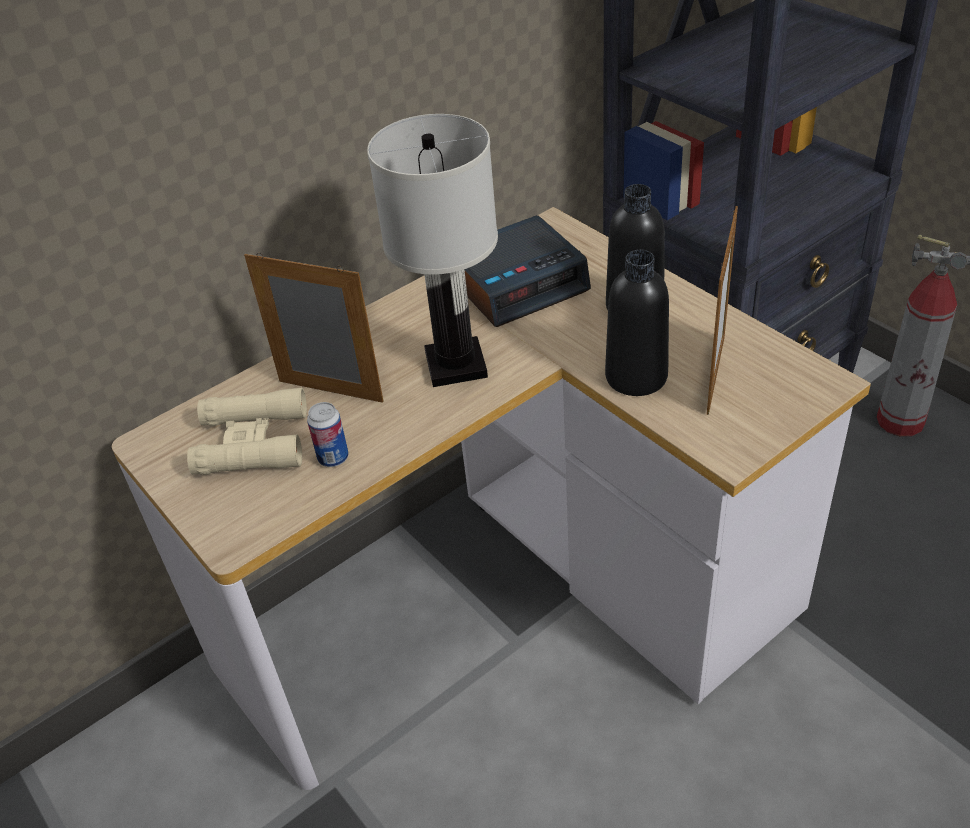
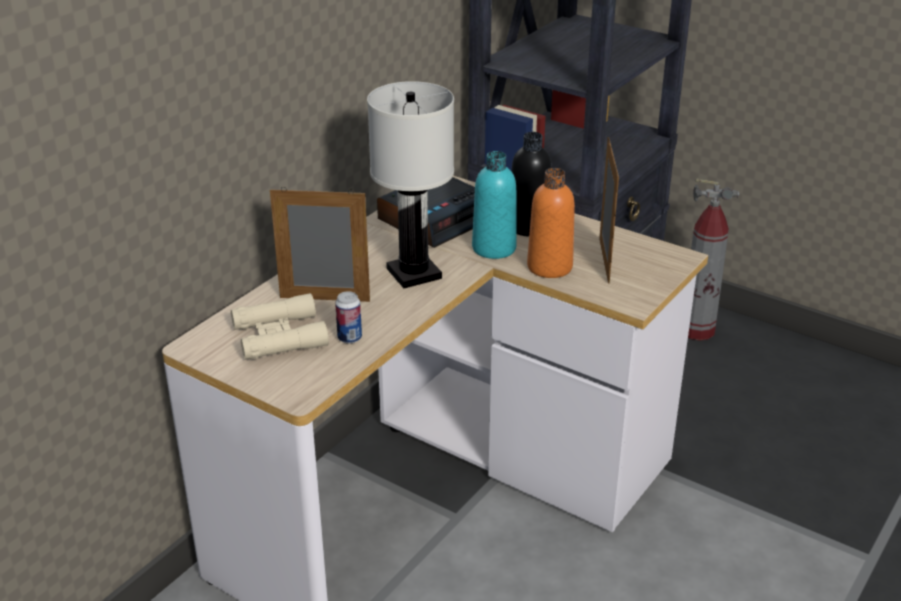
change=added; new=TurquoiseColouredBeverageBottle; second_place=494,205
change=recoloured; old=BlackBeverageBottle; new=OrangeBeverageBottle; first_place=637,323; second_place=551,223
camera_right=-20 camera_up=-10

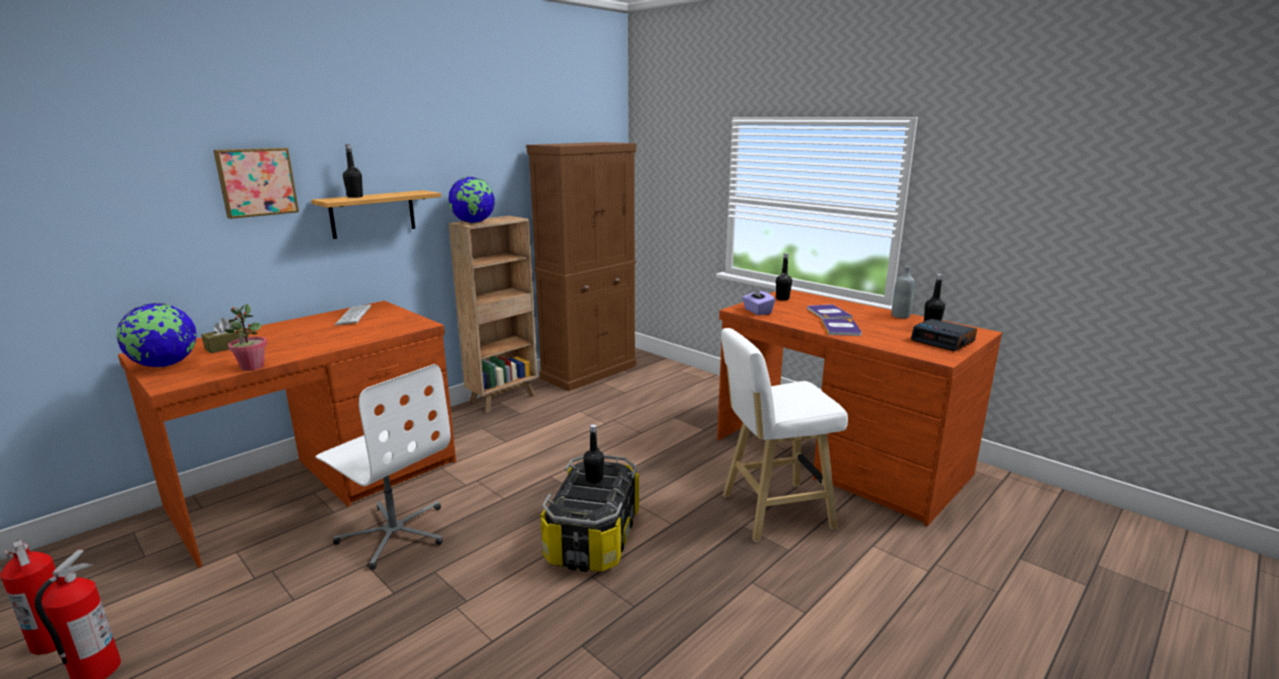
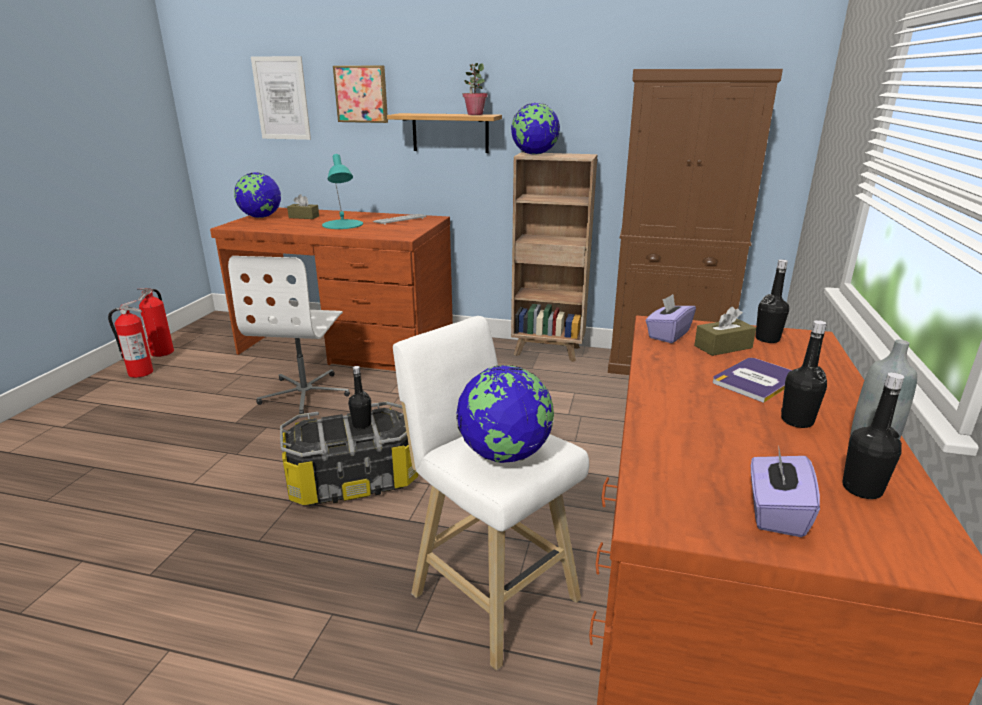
change=added; new=Picture; second_place=281,98
change=added; new=TurquoiseColouredTableLamp; second_place=342,191
change=added; new=WorldGlobe; second_place=505,414
change=moved; old=Houseplant; first_place=246,337; second_place=475,89
change=added; new=BrownColouredTissueBox; second_place=725,331
change=replaced; old=TableClock; new=PurpleTissueBox; first_place=944,335; second_place=785,491
change=moved; old=BlackBeverageBottle; first_place=353,171; second_place=804,374
change=removed; old=Volume; first_place=841,327
camera_right=60 camera_up=5

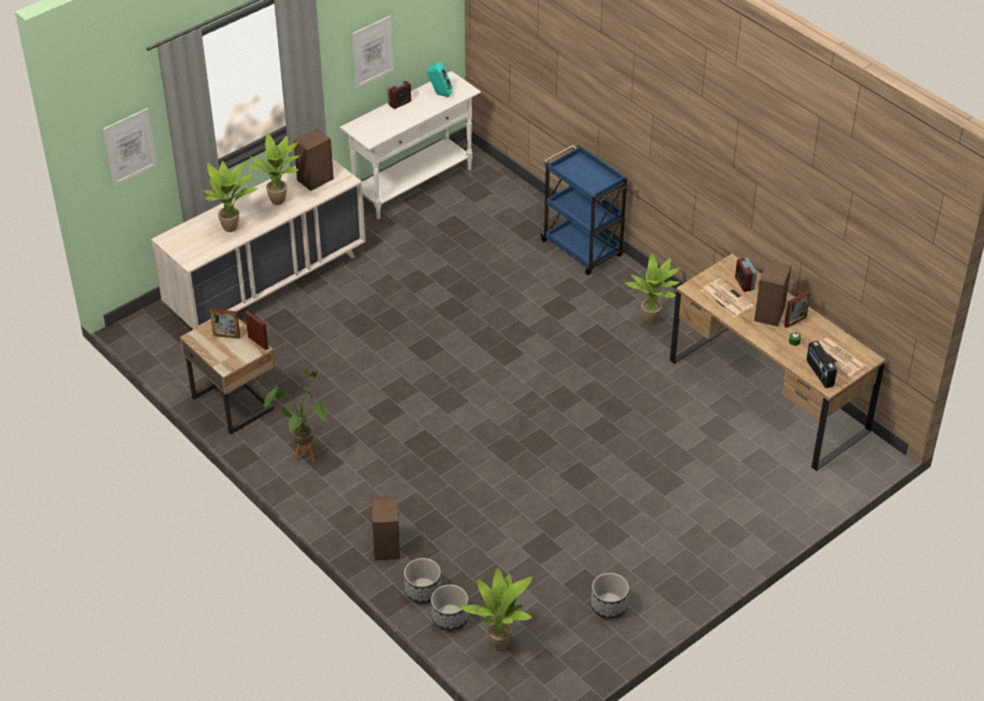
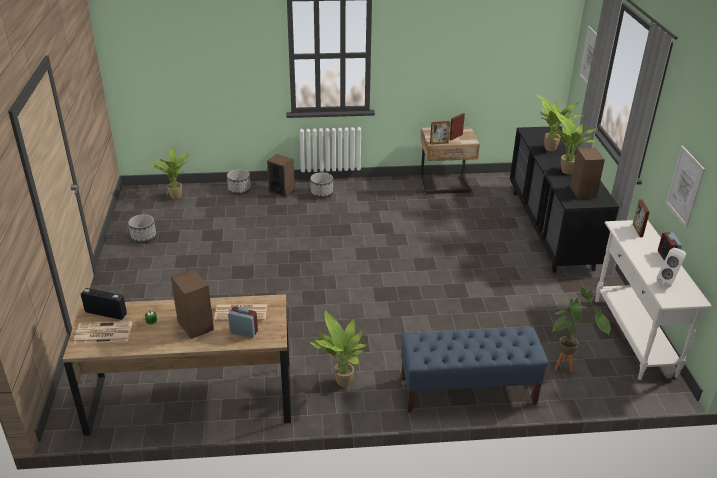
change=moved; old=Planter; first_place=449,607; second_place=321,185
change=replaced; old=BlueColouredWheeledCart; new=BlueColouredIndoorBench; first_place=585,210; second_place=475,370
change=recoloured; old=BeigeChestOfDrawers; new=BlackChestOfDrawers; first_place=258,244; second_place=564,199
change=moved; old=Houseplant; first_place=295,415; second_place=581,330
change=moved; old=StandingFrame; first_place=797,309; second_place=641,218
change=recoloured; old=TurquoiseColouredLoudspeaker; new=WhiteColouredLoudspeaker; first_place=440,79; second_place=671,267
camera_right=125 camera_up=-10

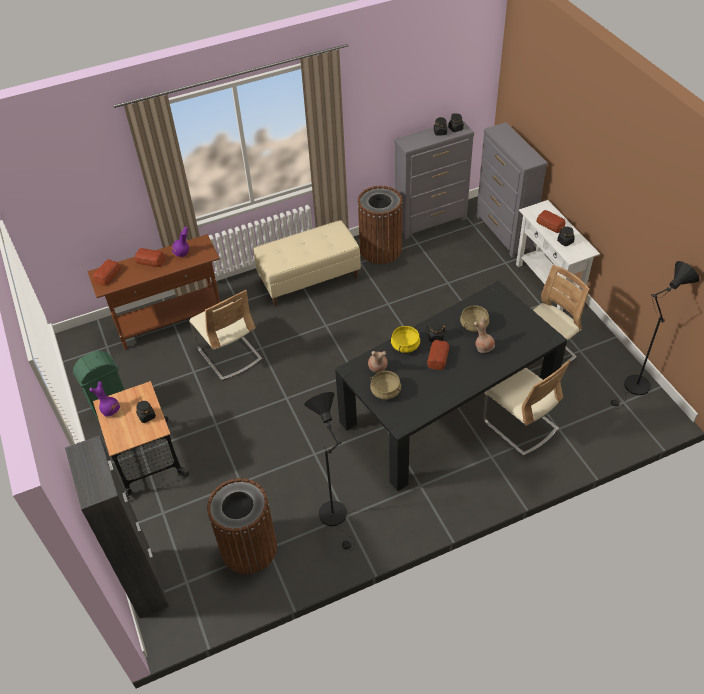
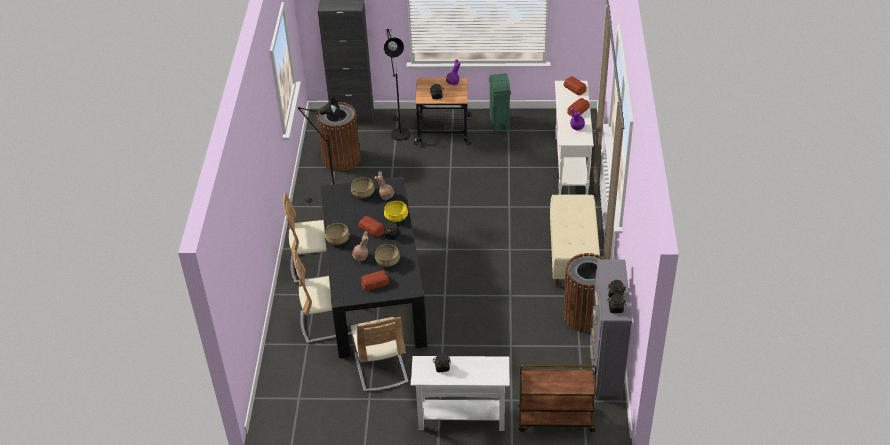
change=moved; old=BeigeChair; first_place=225,335; second_place=305,237
change=added; new=BeigeSaucepot; second_place=337,234
change=moved; old=BakeryBread; first_place=551,221; second_place=375,280
change=moved; old=BlackFloorLamp; first_place=655,333; second_place=397,85
change=replaced; old=GrayChestOfDrawers; new=BrownColouredWheeledCart; first_place=511,190; second_place=557,398
change=recoloured; old=BrownColouredNarrowTable; new=WhiteColouredNarrowTable; first_place=154,292; second_place=574,138
camera_right=115 camera_up=-5

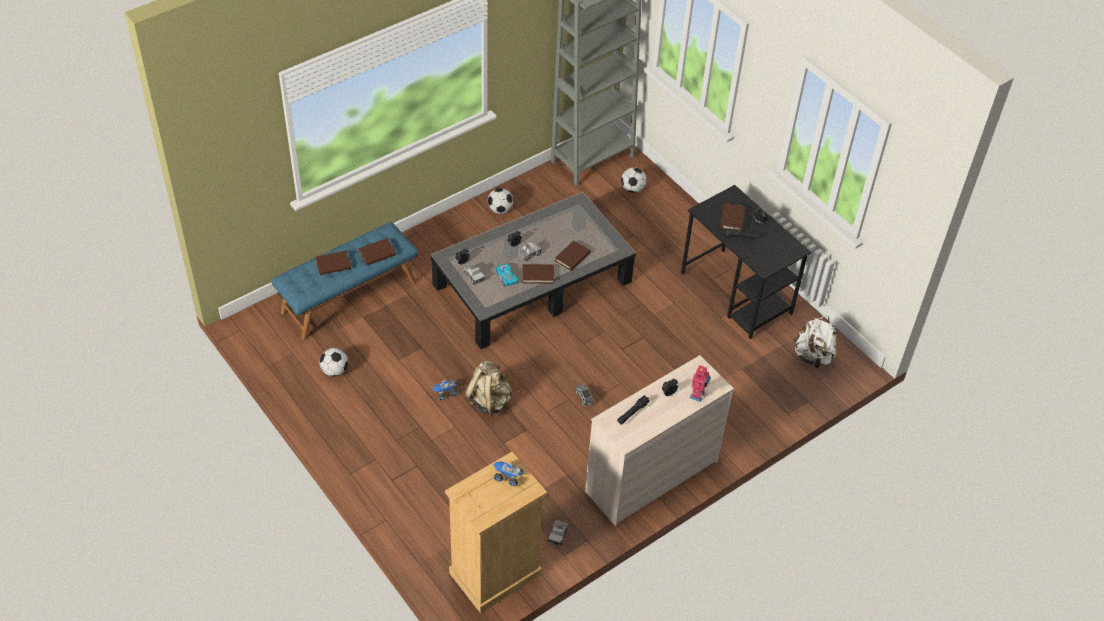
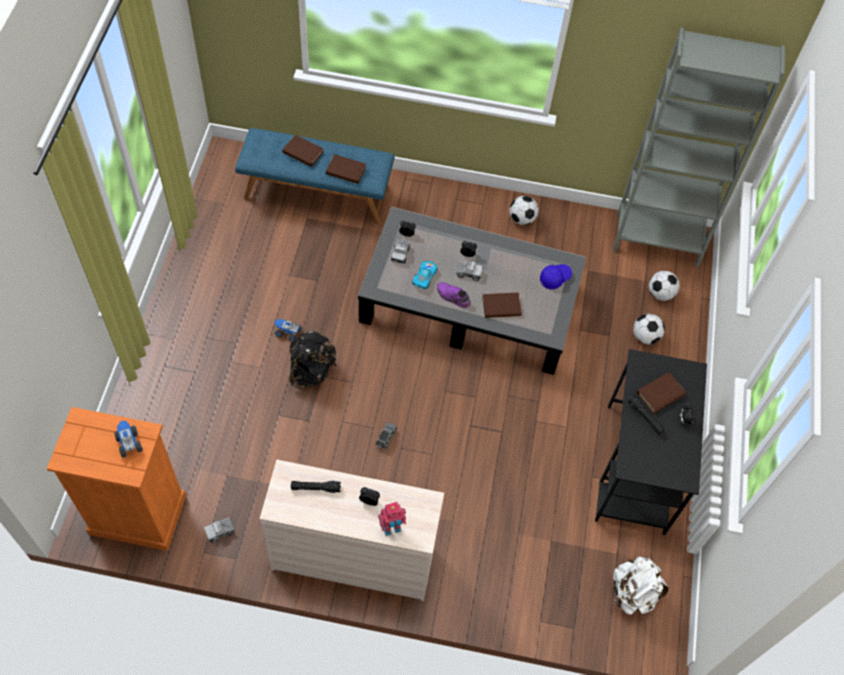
change=recoloured; old=BeigeChestOfDrawers; new=OrangeChestOfDrawers; first_place=496,532; second_place=116,479
change=recoloured; old=BeigeRucksack; new=BlackRucksack; first_place=488,389; second_place=312,360
change=replaced; old=BrownColouredVolume; new=PurpleLowShoe; first_place=538,274; second_place=454,295
change=added; new=BlueColouredCap; second_place=556,276
change=moved; old=BallForFootball; first_place=333,362; second_place=649,329
camera_right=45 camera_up=10

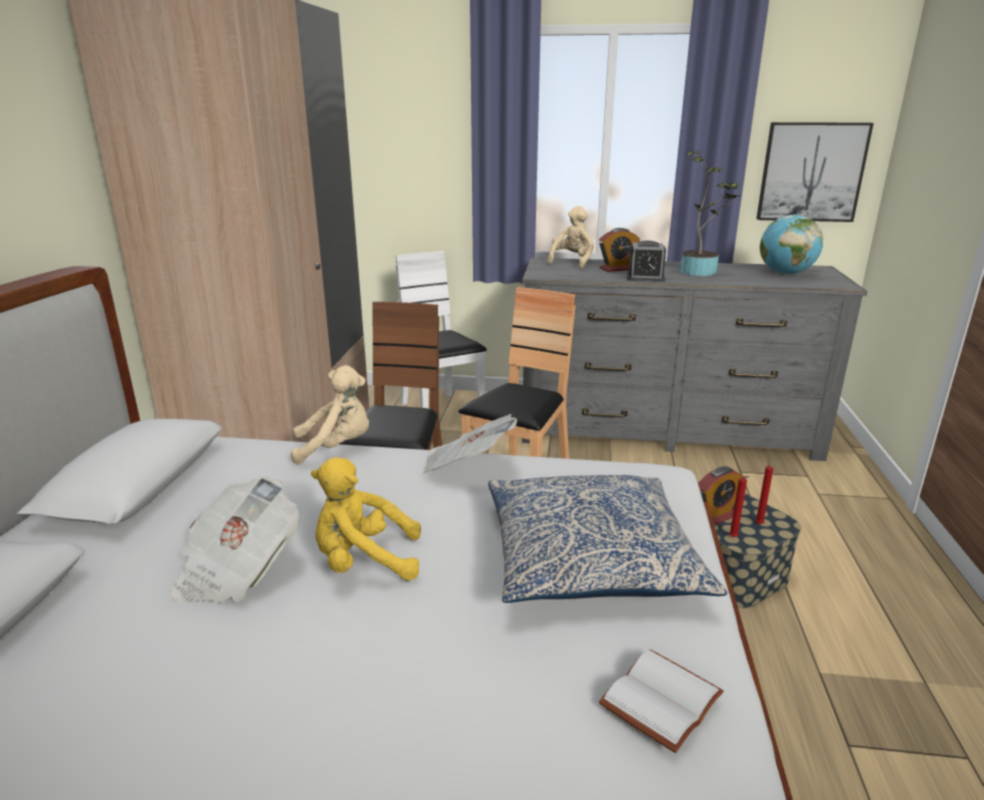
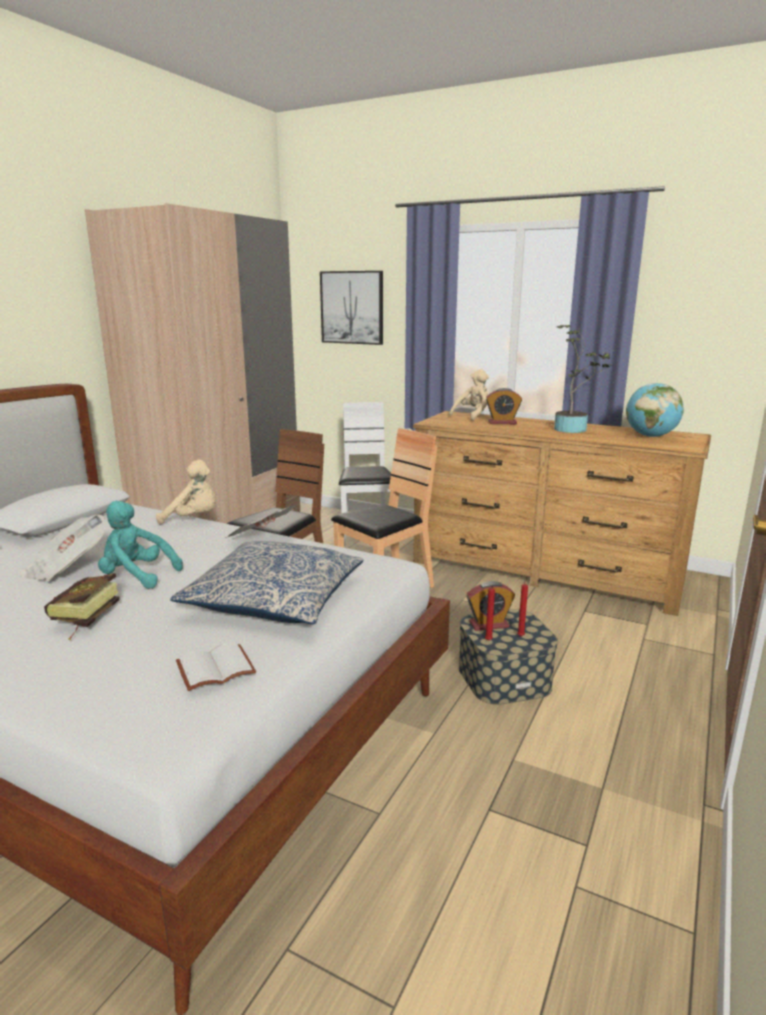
change=added; new=Volume; second_place=82,607
change=recoloured; old=YellowColouredSoftToy; new=TurquoiseColouredSoftToy; first_place=366,519; second_place=140,544
change=moved; old=Picture; first_place=815,172; second_place=351,308
change=recoloured; old=GrayChestOfDrawers; new=BrownColouredChestOfDrawers; first_place=694,359; second_place=562,513
change=removed; old=TableClock; first_place=646,261
camera_right=20 camera_up=-5

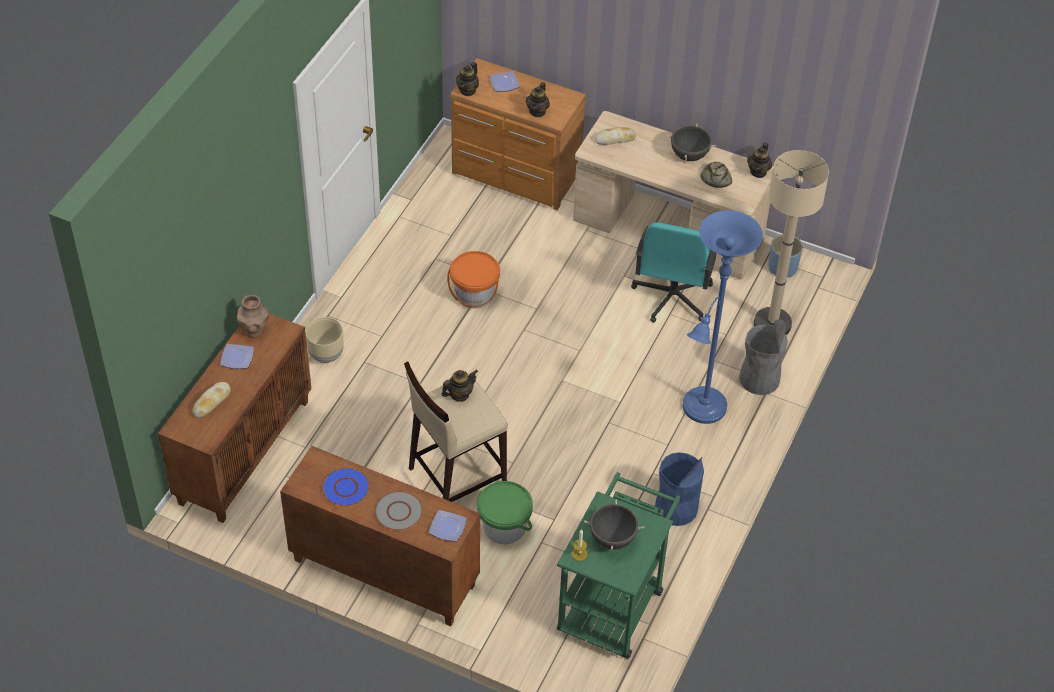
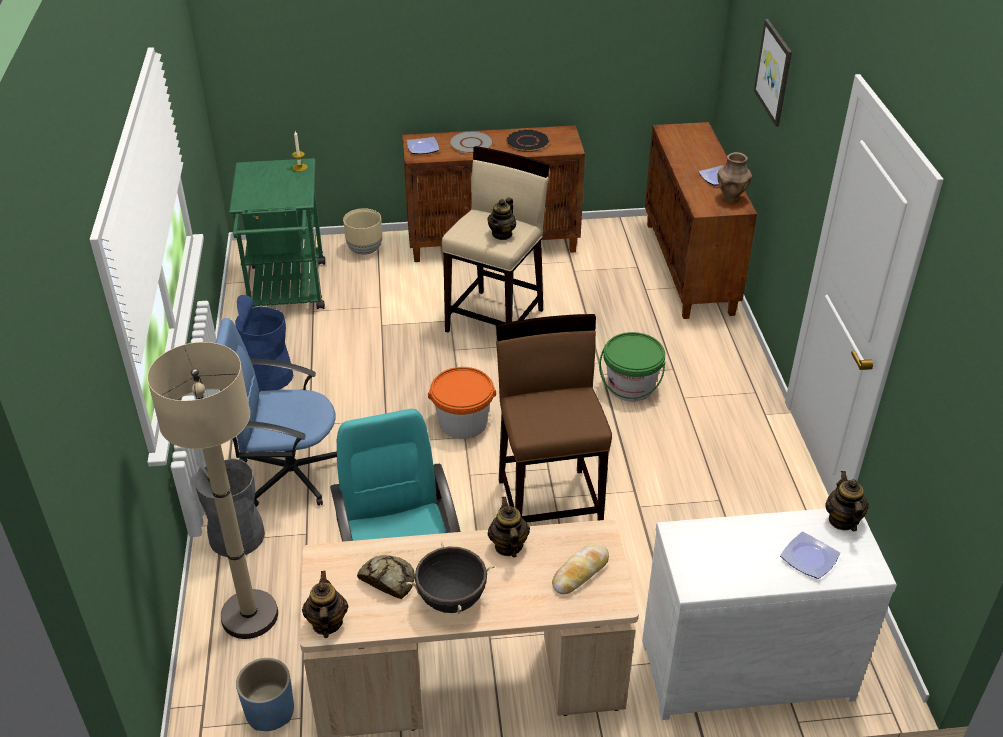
change=replaced; old=BlueColouredFloorLamp; new=BlueColouredDeskChair; first_place=723,317; second_place=276,412
change=moved; old=BeigePlanter; first_place=324,340; second_place=362,231
change=moved; old=OrangeWaterBucket; first_place=473,279; second_place=462,403
change=moved; old=PotForTea; first_place=538,99; second_place=509,527
change=added; new=BrownColouredSittingStool; second_place=554,418
change=recoloured; old=BlueColouredFlatDish; new=BlackFlatDish; first_place=346,486; second_place=528,140
change=moved; old=GreenWaterBucket; first_place=505,512; second_place=632,366
change=recoloured; old=BrownColouredChestOfDrawers; new=WhiteColouredChestOfDrawers; first_place=518,134; second_place=769,614
change=added; new=Picture; second_place=773,73
change=removed; old=BakeryBread; first_place=211,400
change=removed; old=BlackSaucepot; first_place=614,525
camera_right=150 camera_up=-10

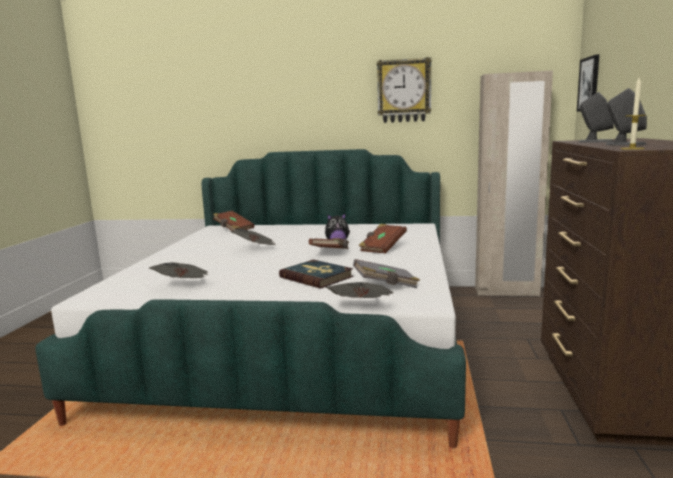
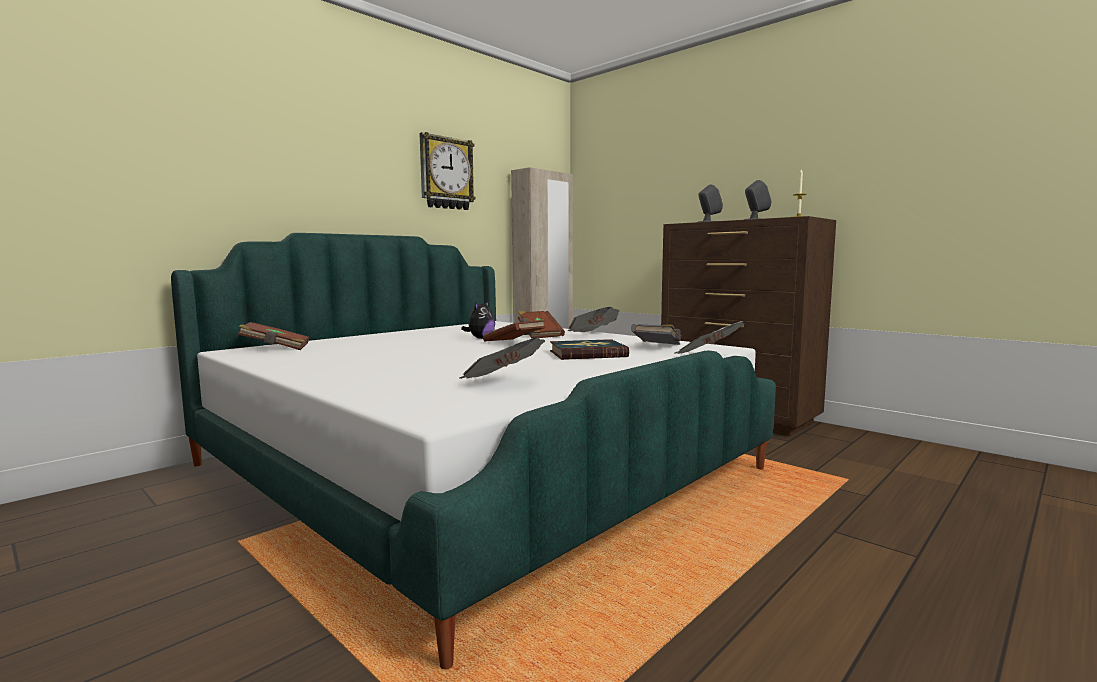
change=moved; old=Newspaper; first_place=253,237; second_place=593,319
change=removed; old=Picture; first_place=588,83
camera_right=-55 camera_up=-5

